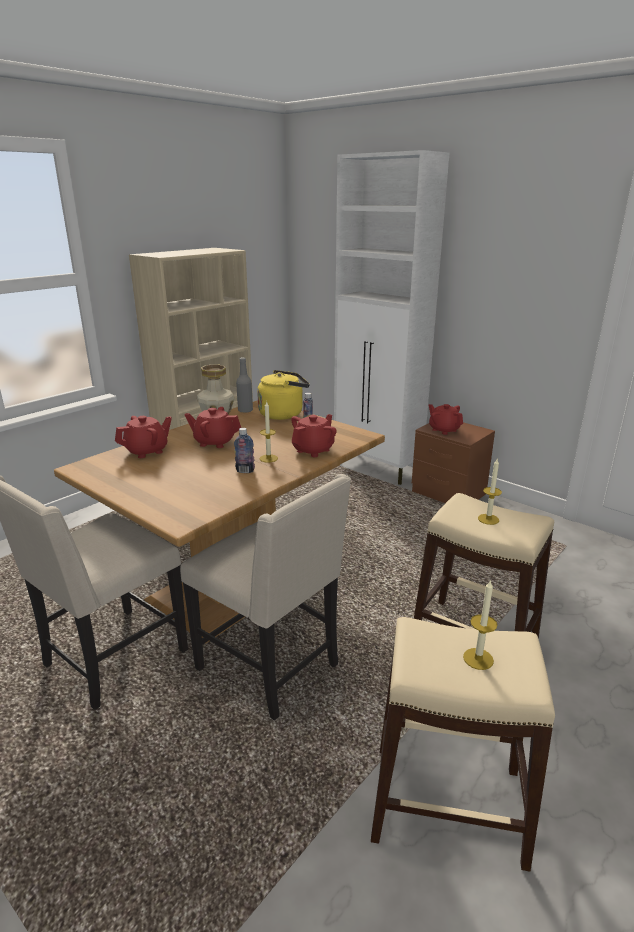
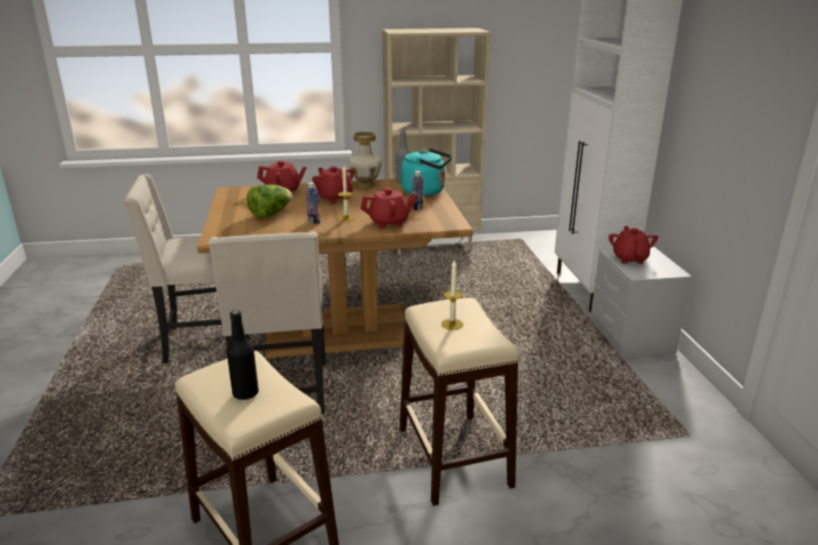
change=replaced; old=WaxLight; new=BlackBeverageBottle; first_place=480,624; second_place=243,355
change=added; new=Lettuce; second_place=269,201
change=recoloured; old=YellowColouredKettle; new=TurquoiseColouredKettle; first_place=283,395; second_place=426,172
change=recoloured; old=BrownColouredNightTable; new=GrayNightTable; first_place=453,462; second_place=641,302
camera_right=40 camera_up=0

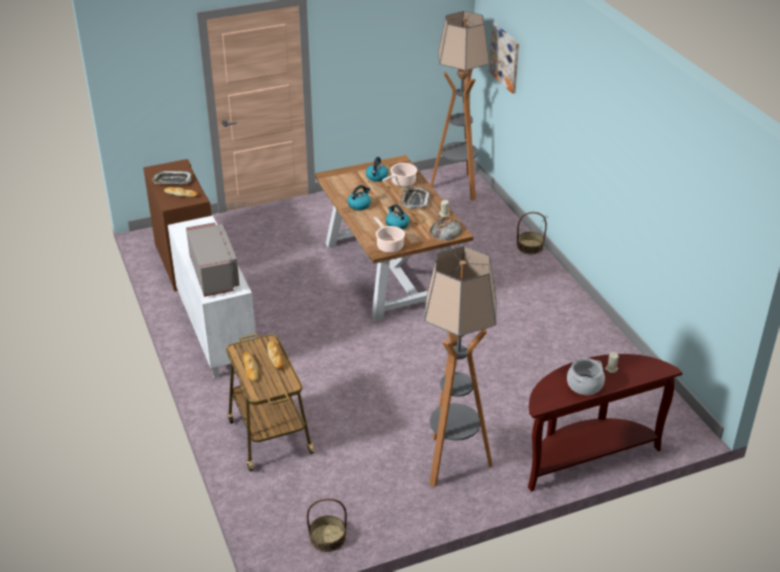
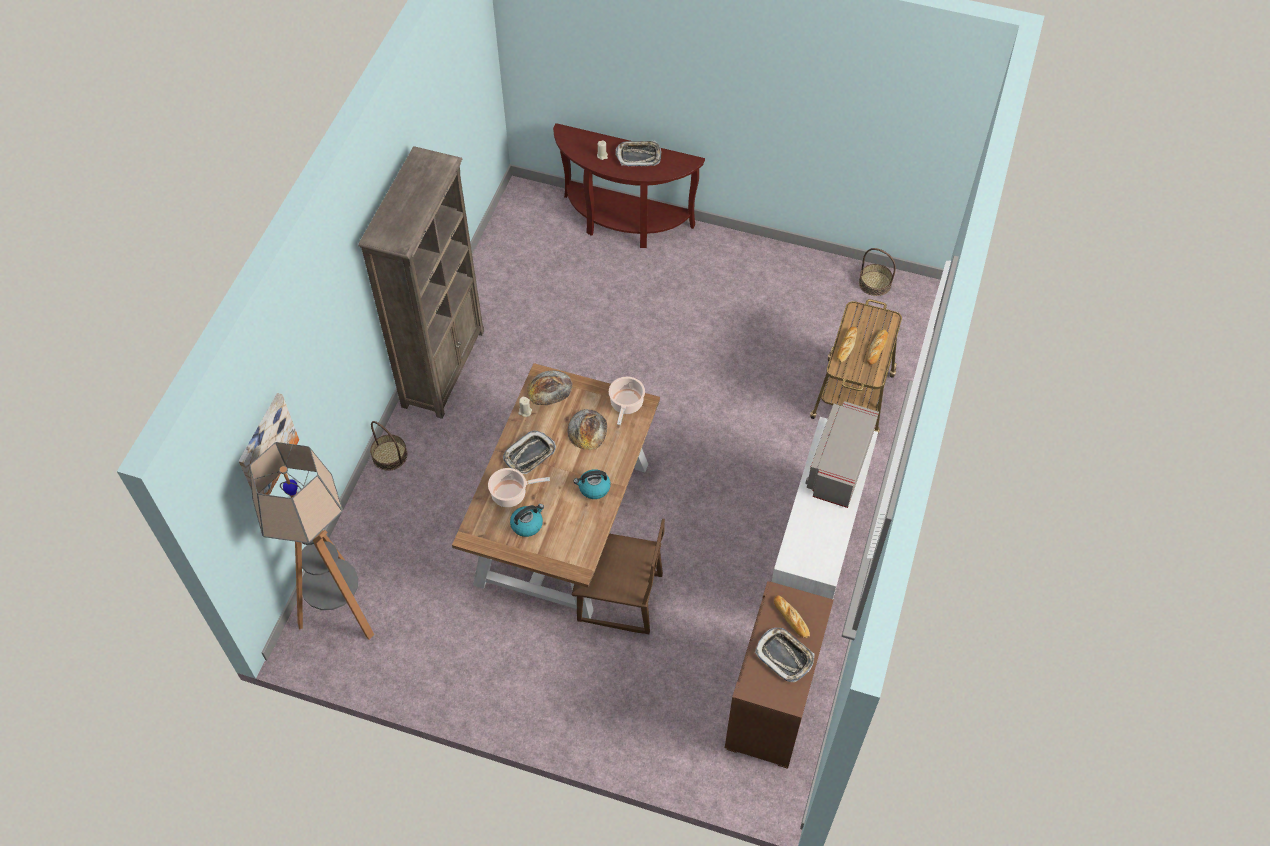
change=added; new=BrownColouredShelvingUnit; second_place=421,282
change=replaced; old=Kettle; new=BakeryBread; first_place=397,217; second_place=587,429
change=added; new=BrownColouredChair; second_place=618,576
change=replaced; old=Saucepot; new=Tray; first_place=586,376; second_place=638,153
change=removed; old=FloorLamp; first_place=460,366
camera_right=-140 camera_up=20

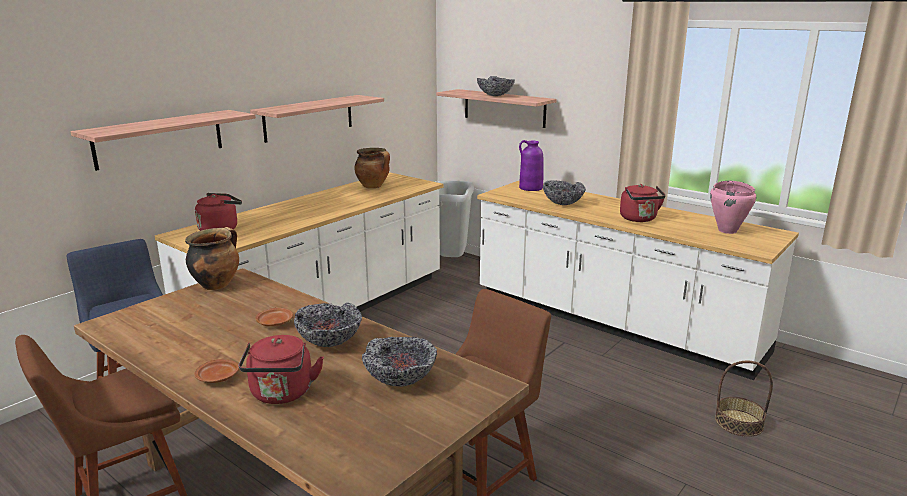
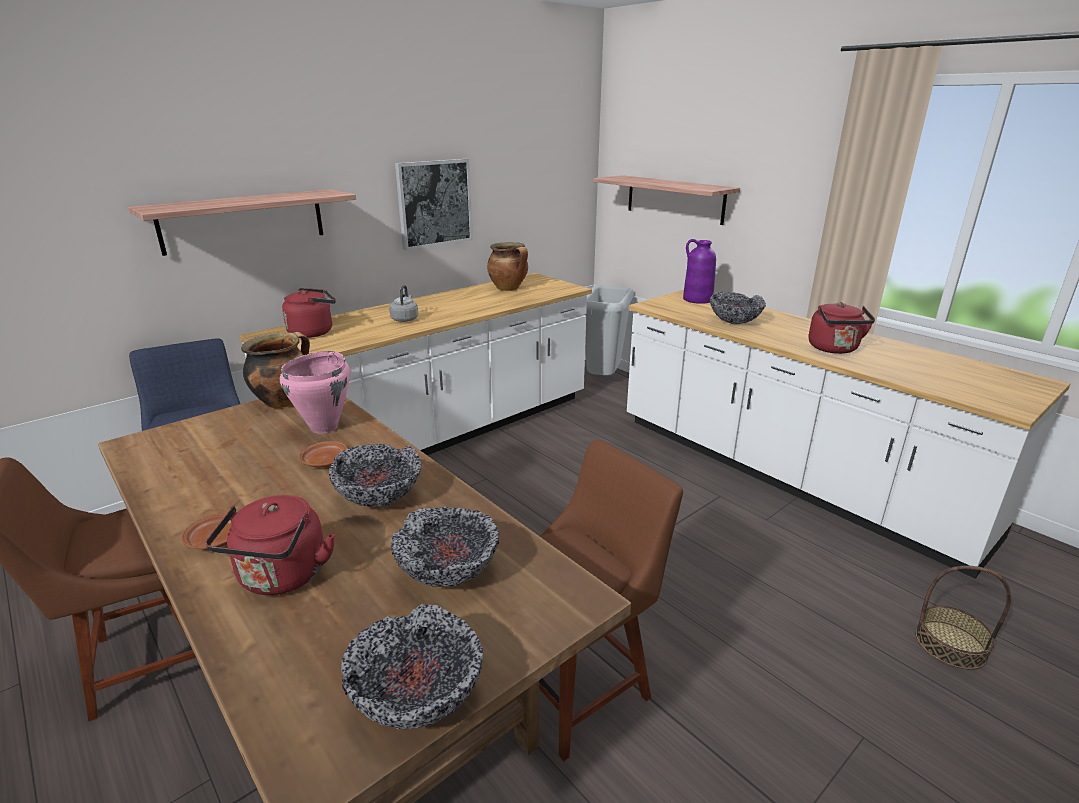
change=moved; old=PinkSaucepot; first_place=733,207; second_place=315,392
change=moved; old=DeepDish; first_place=496,86; second_place=412,666
change=added; new=GrayKettle; second_place=403,303
change=replaced; old=Shelf; new=Picture; first_place=317,119; second_place=434,204
camera_right=10 camera_up=5

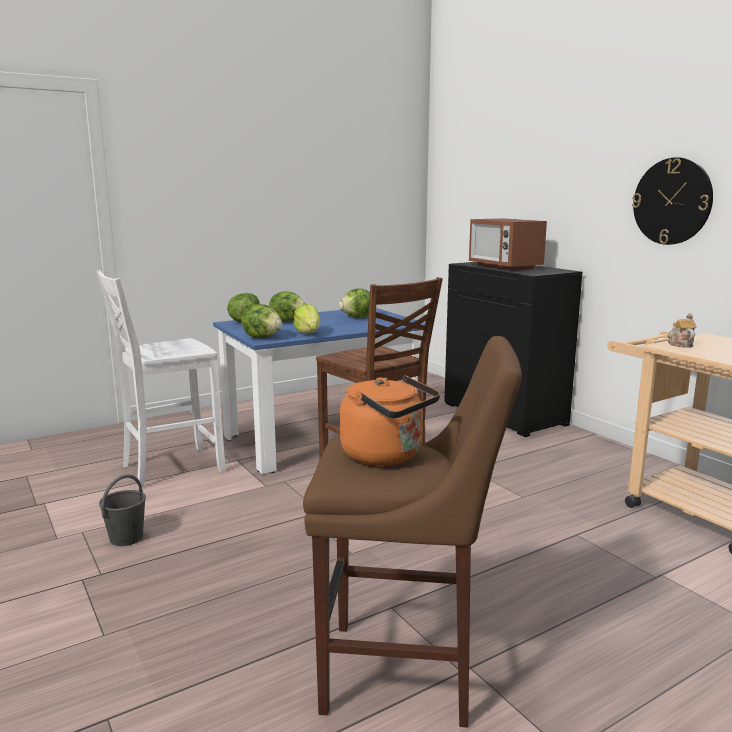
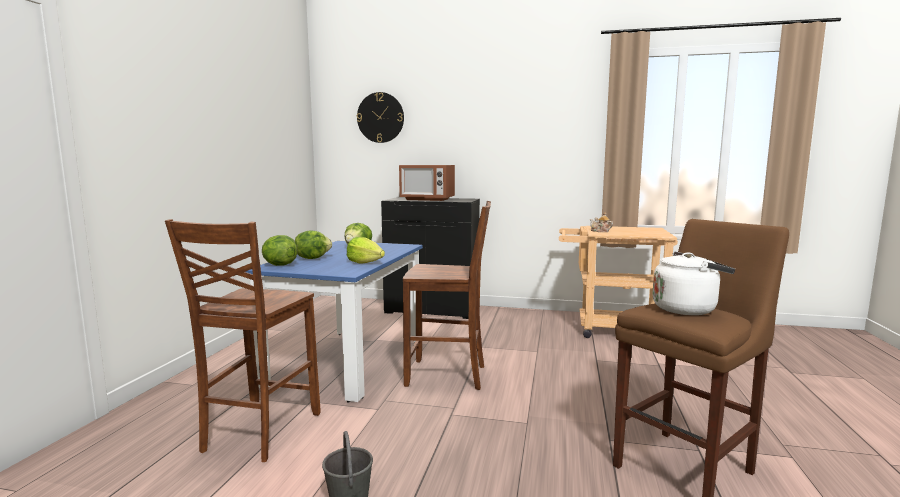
change=recoloured; old=WhiteColouredChair; new=BrownColouredChair; first_place=161,379; second_place=243,340
change=moved; old=WallClock; first_place=672,201; second_place=380,117
change=recoloured; old=OrangeKettle; new=WhiteColouredKettle; first_place=390,420; second_place=693,283
change=removed; old=Lettuce; first_place=261,321
camera_right=-45 camera_up=-5

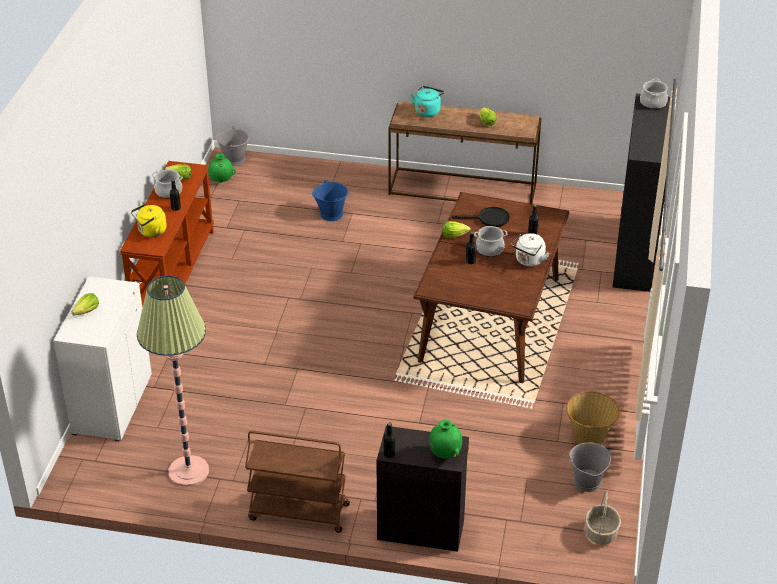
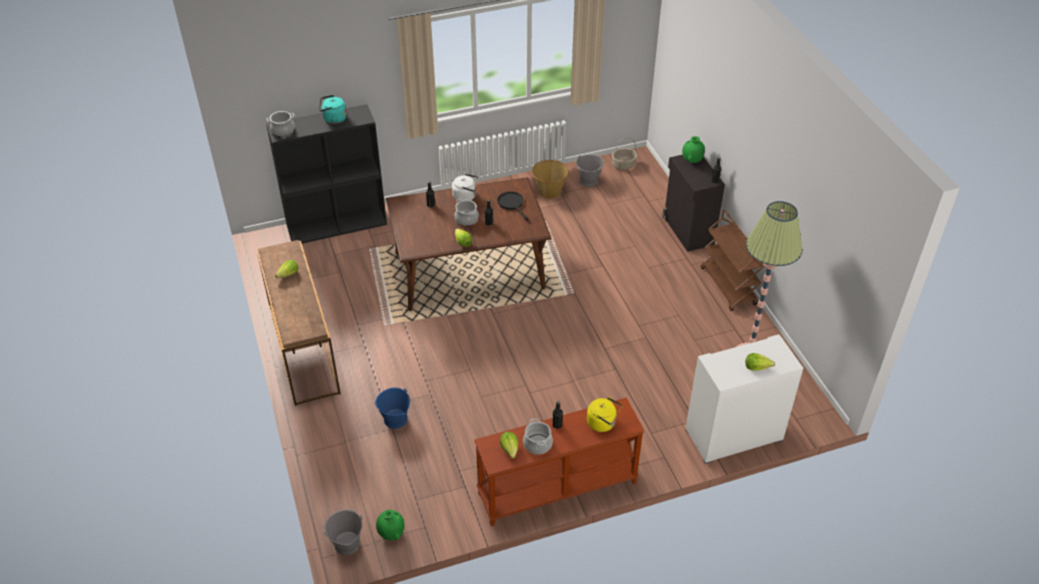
change=moved; old=TurquoiseColouredKettle; first_place=427,101; second_place=333,109
change=moved; old=BlackFryingPan; first_place=481,217; second_place=513,206
camera_right=-120 camera_up=5

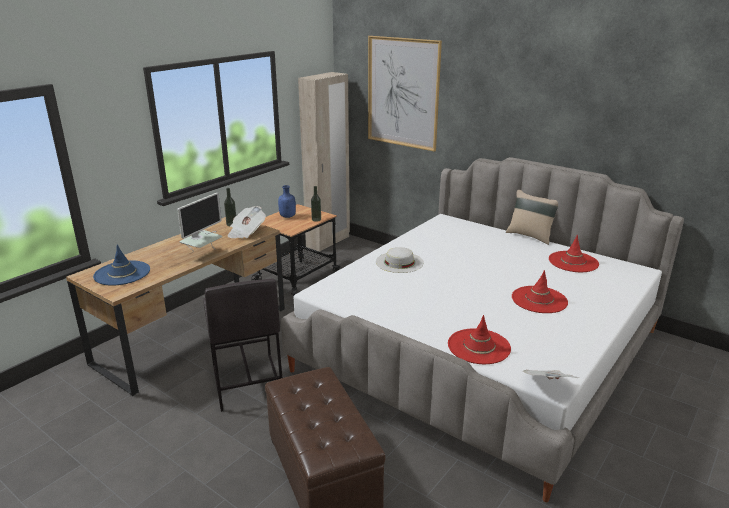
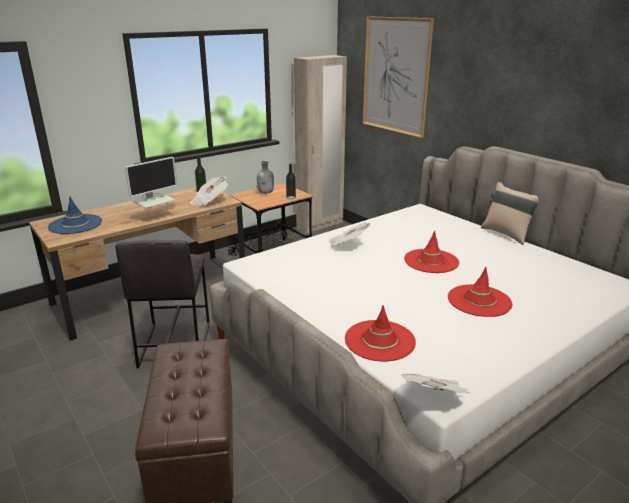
change=recoloured; old=BlueColouredBeverageBottle; new=GrayBeverageBottle; first_place=287,201; second_place=265,177
change=replaced; old=WhiteColouredWearableHat; new=Newspaper; first_place=400,260; second_place=350,234
change=moved; old=ReddishWearableHat; first_place=574,253; second_place=431,251
camera_right=15 camera_up=0

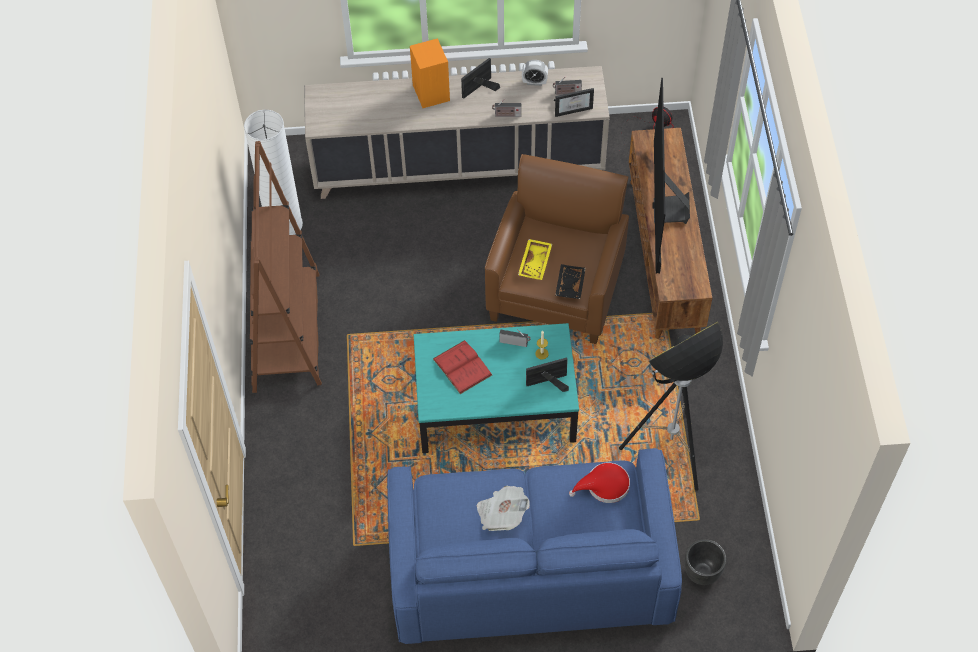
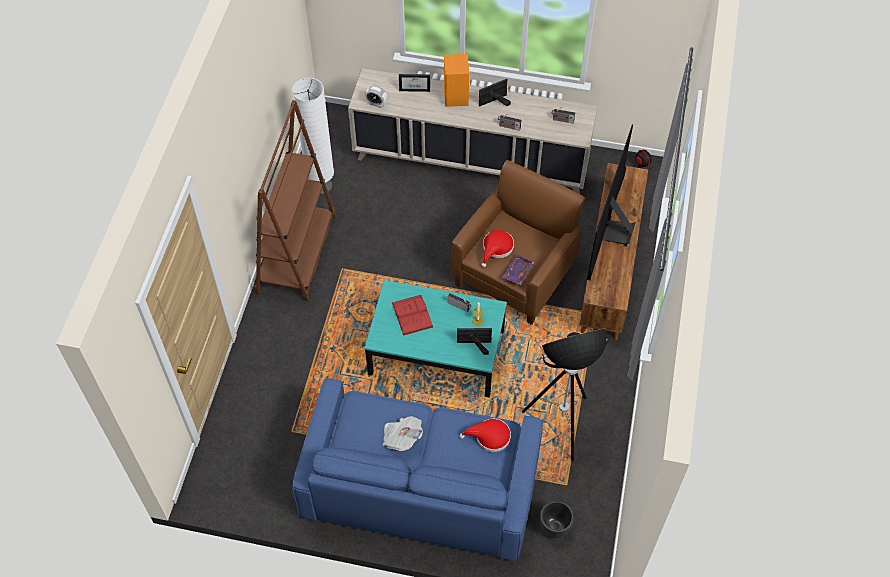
change=moved; old=TableClock; first_place=535,73; second_place=376,96
change=moved; old=StandingFrame; first_place=574,102; second_place=414,83
change=replaced; old=YellowColouredTray; new=ReddishWearableHat; first_place=535,259; second_place=498,248
change=recoloured; old=BlackTray; new=PurpleTray; first_place=570,281; second_place=518,269
camera_right=15 camera_up=0

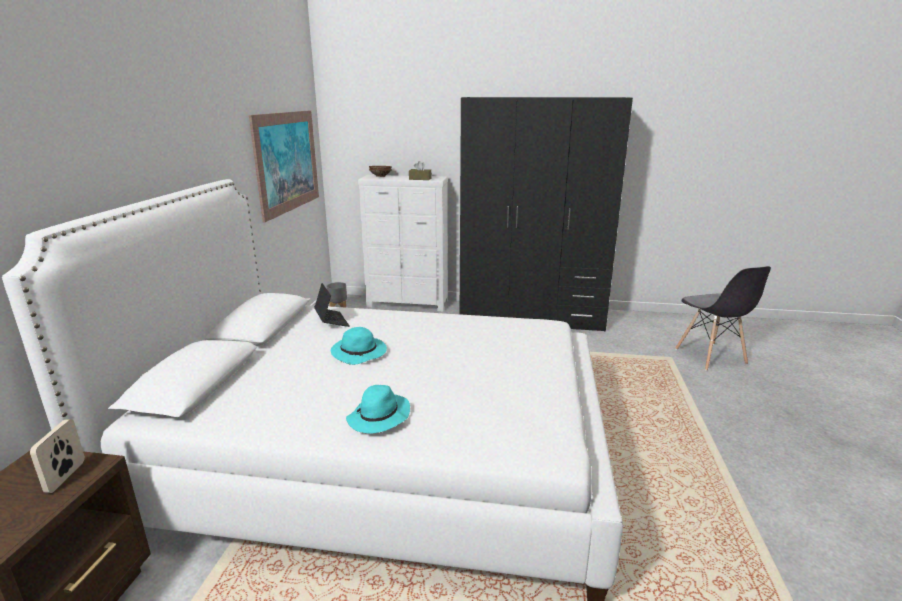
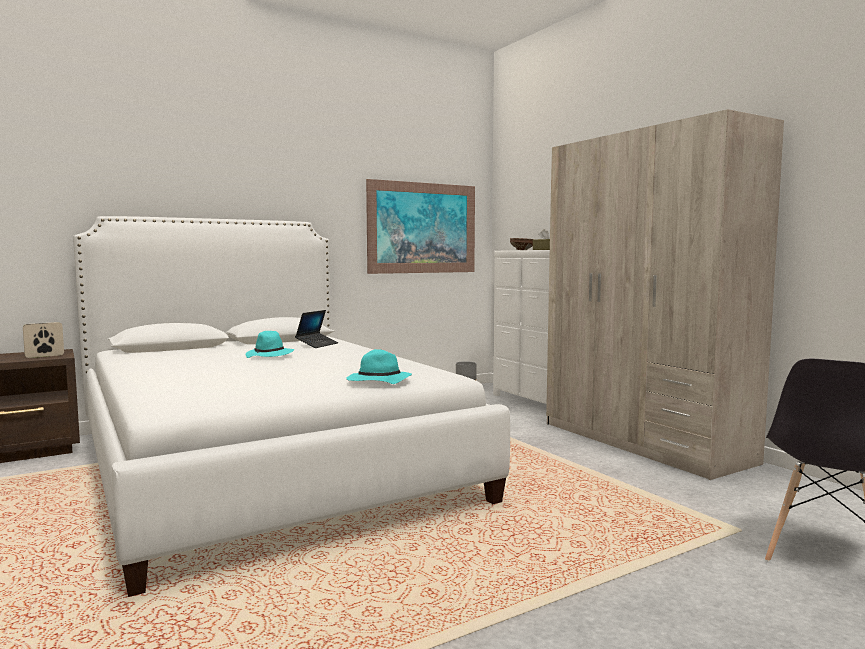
change=moved; old=TurquoiseColouredWearableHat; first_place=378,409; second_place=379,366
change=recoloured; old=BlackArmoire; new=BeigeArmoire; first_place=546,214; second_place=665,294
camera_right=50 camera_up=-15

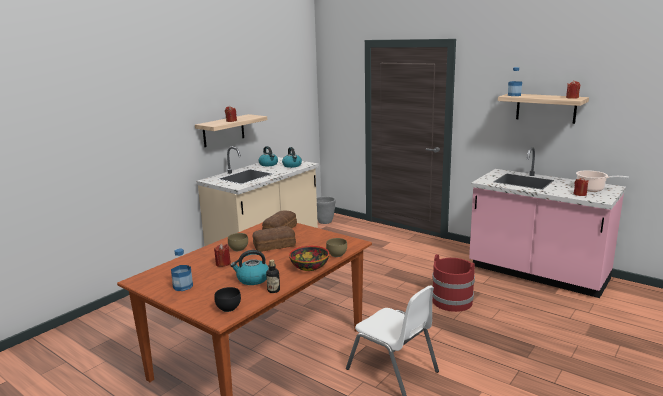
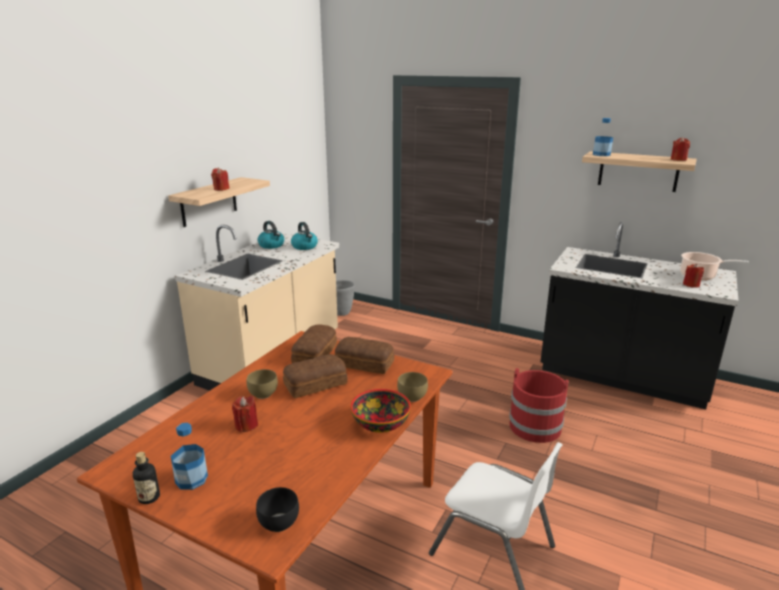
change=moved; old=BeverageBottle; first_place=273,276; second_place=146,478
change=added; new=BakeryBread; second_place=364,355
change=recoloured; old=PinkKitchenBaseUnit; new=BlackKitchenBaseUnit; first_place=547,222; second_place=639,315
change=removed; old=Kettle; first_place=249,267
camera_right=-10 camera_up=5

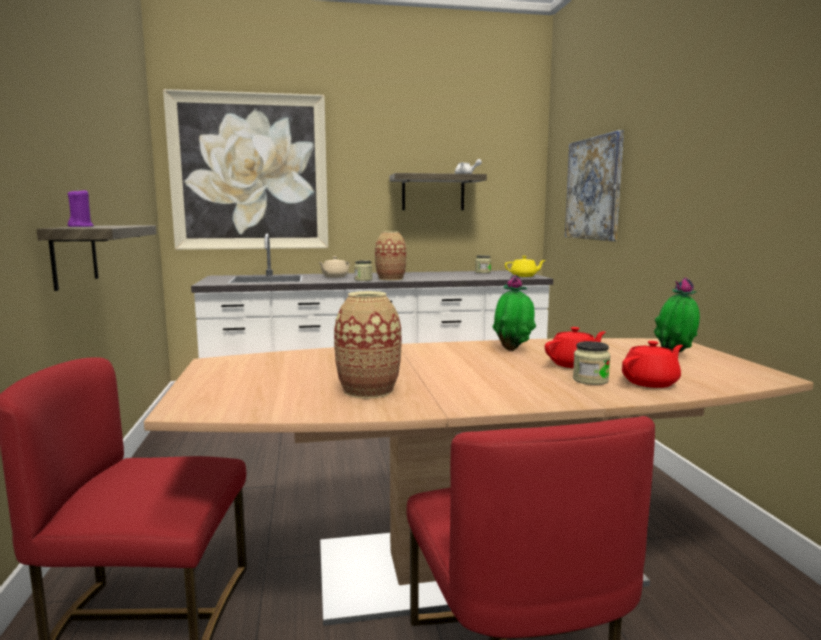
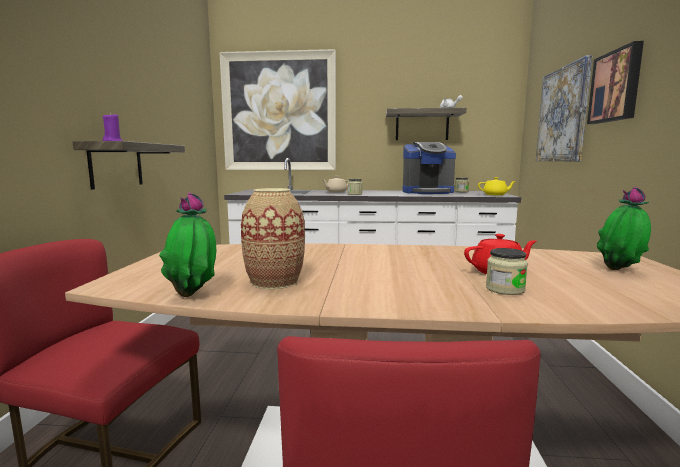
change=moved; old=Houseplant; first_place=514,313; second_place=187,244
change=added; new=CoffeeMaker; second_place=429,168
change=added; new=Picture; second_place=615,82
change=removed; old=Vase; first_place=391,256
change=removed; old=ReddishPotForTea; first_place=652,364
camera_right=15 camera_up=0

